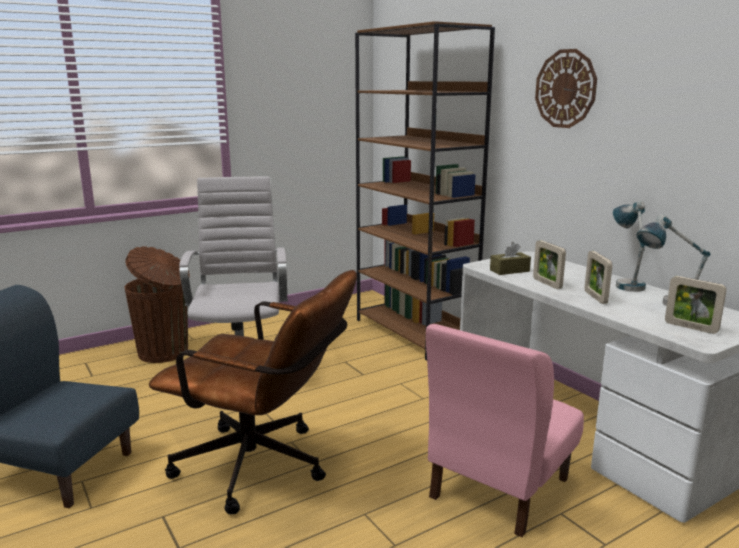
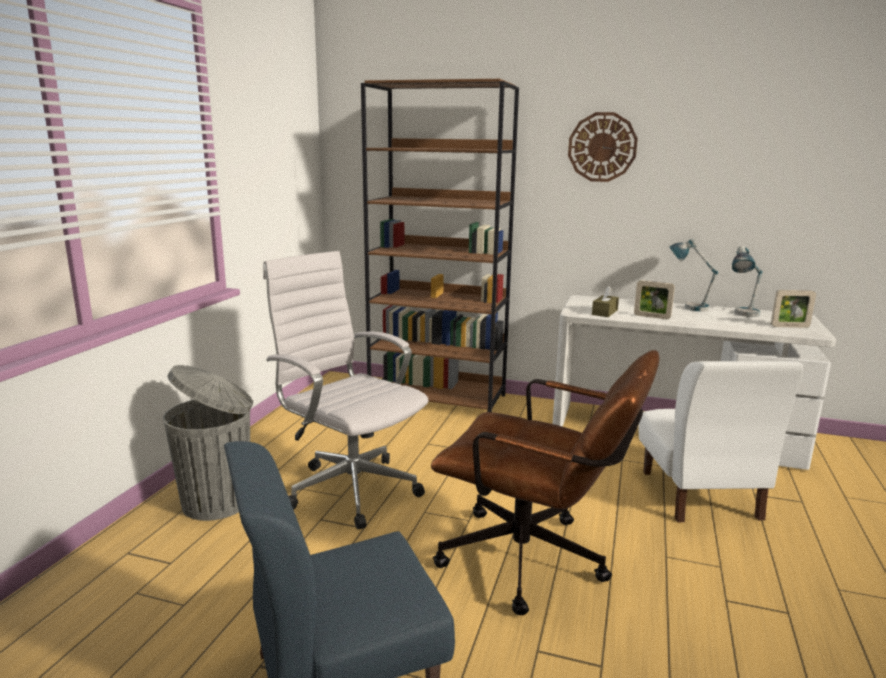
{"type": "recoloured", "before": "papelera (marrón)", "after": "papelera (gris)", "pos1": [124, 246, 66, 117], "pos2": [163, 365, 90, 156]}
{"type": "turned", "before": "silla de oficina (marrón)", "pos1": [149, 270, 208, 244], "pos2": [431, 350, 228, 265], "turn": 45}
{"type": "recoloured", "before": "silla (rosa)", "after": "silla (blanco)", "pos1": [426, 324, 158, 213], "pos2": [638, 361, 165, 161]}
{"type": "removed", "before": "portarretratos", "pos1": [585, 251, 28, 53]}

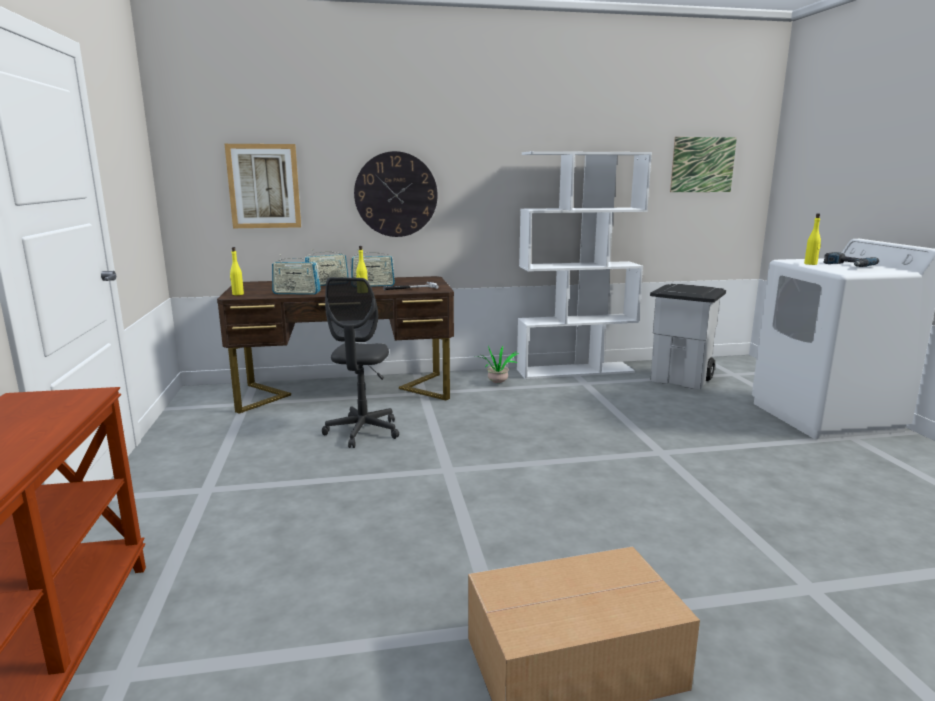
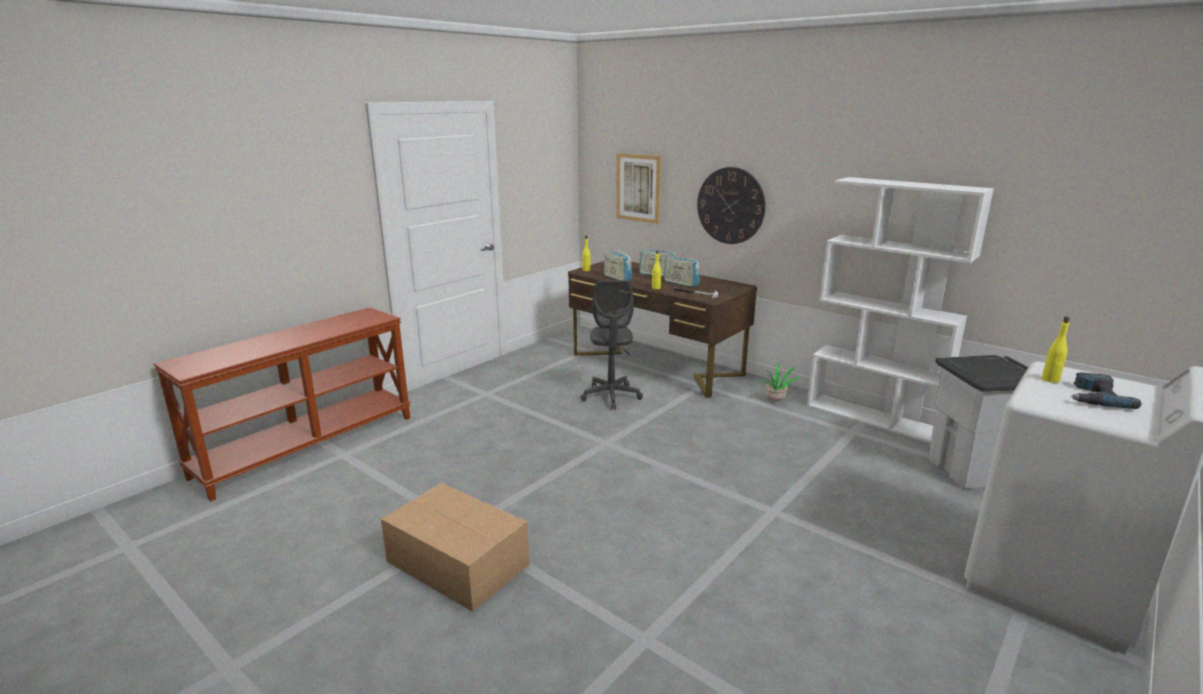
{"type": "turned", "before": "silla de oficina (gris)", "pos1": [322, 277, 77, 171], "pos2": [581, 280, 62, 130], "turn": -60}
{"type": "removed", "before": "cuadro", "pos1": [670, 137, 67, 55]}

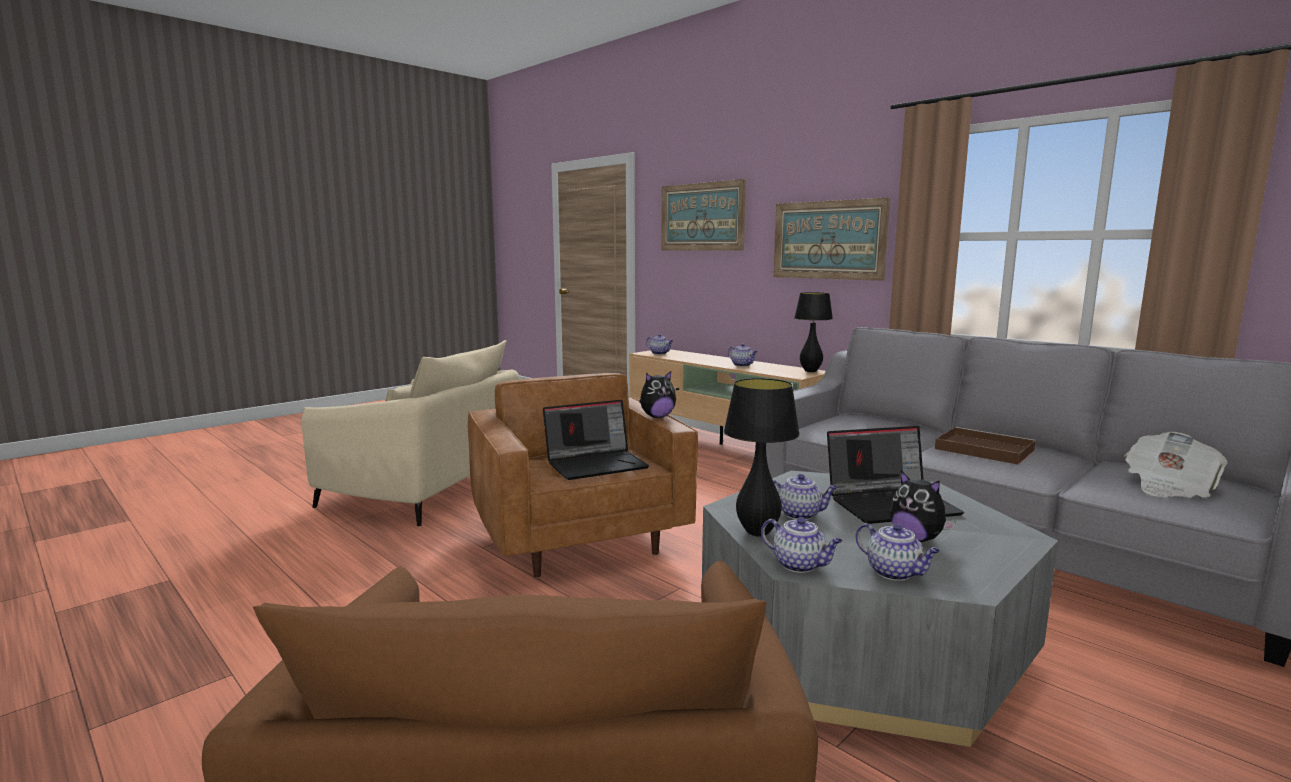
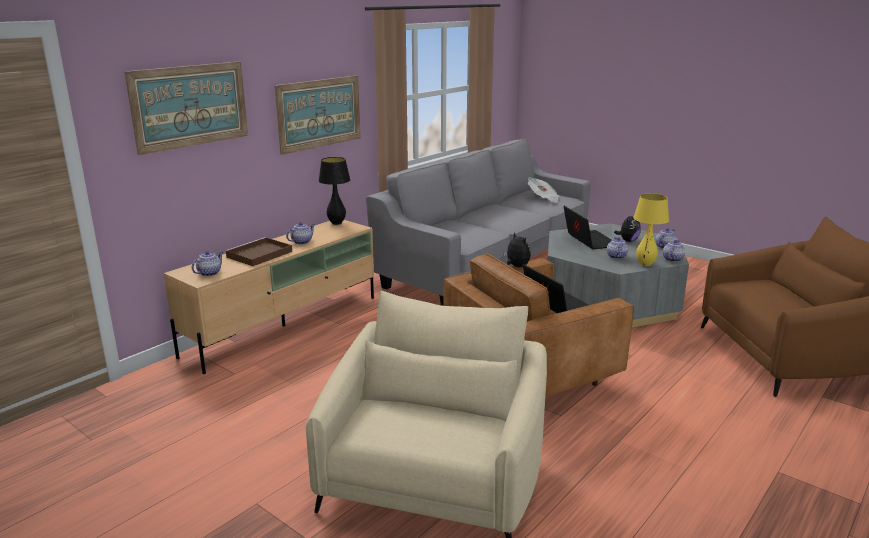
{"type": "moved", "before": "bandeja (marrón)", "pos1": [935, 427, 101, 38], "pos2": [225, 237, 67, 29]}
{"type": "recoloured", "before": "lámpara de mesa (negro)", "after": "lámpara de mesa (amarillo)", "pos1": [724, 378, 76, 158], "pos2": [633, 193, 36, 73]}

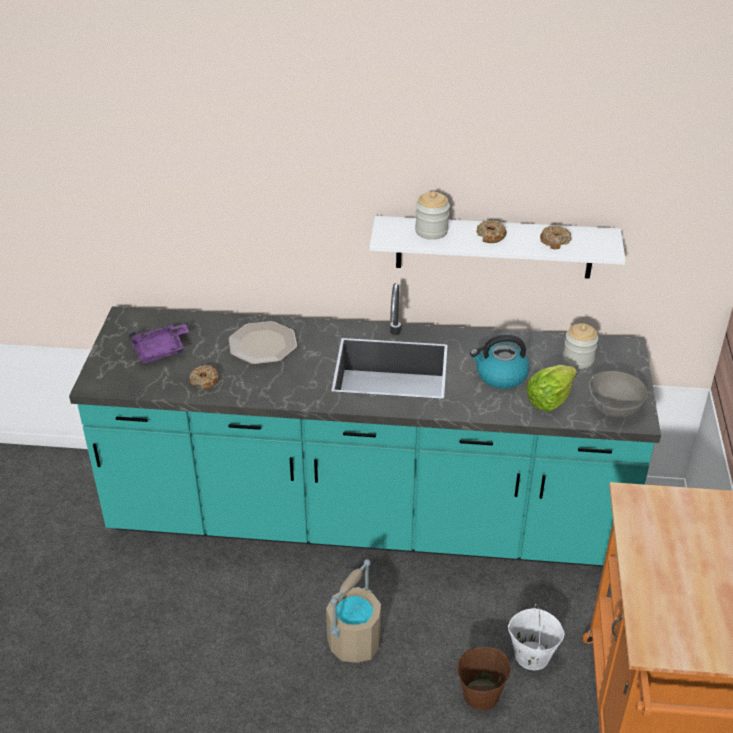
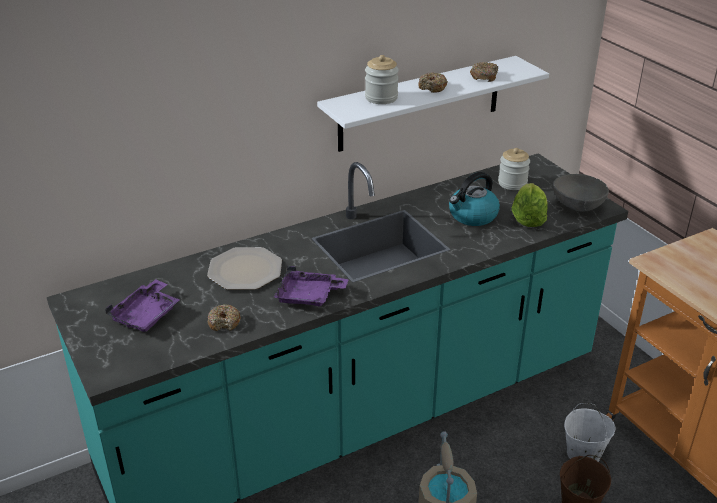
{"type": "added", "after": "bandeja (morado)", "pos2": [273, 266, 76, 41]}

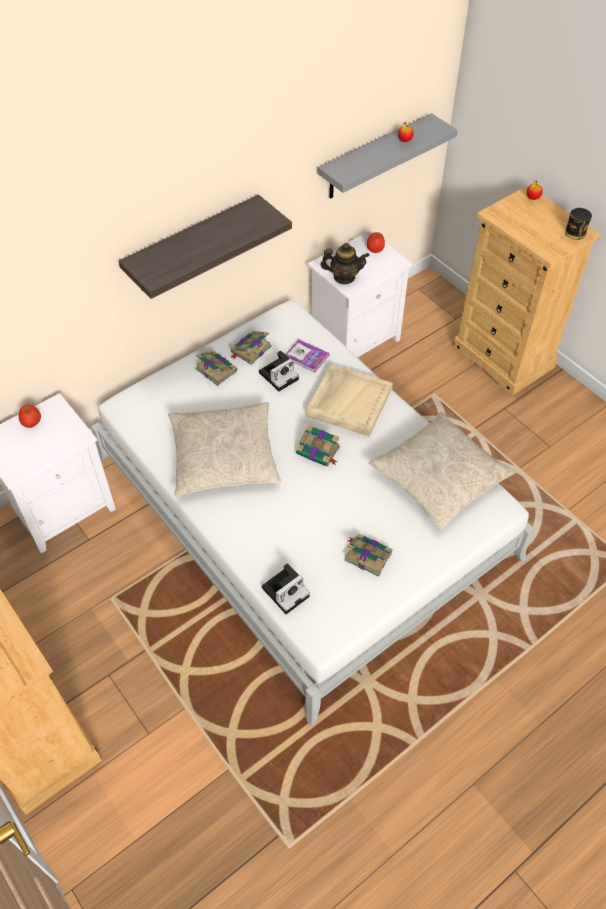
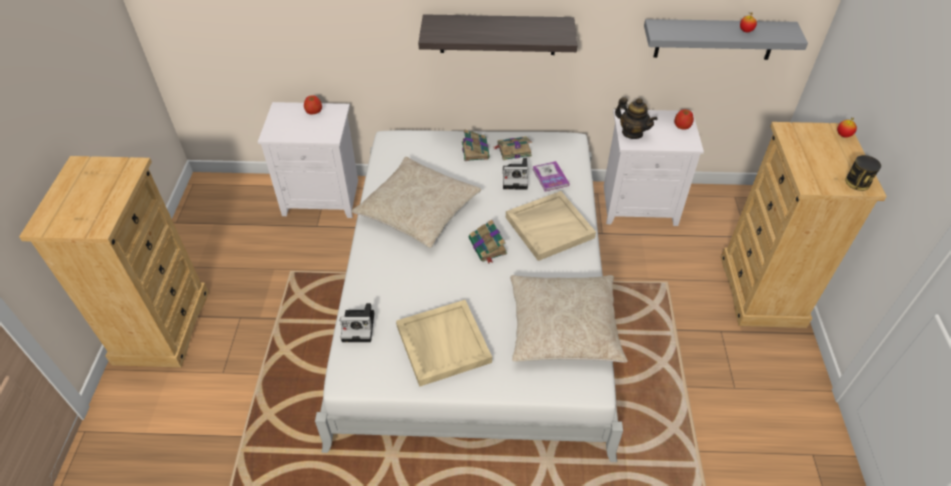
{"type": "replaced", "before": "libro", "after": "bandeja (beis)", "pos1": [344, 533, 49, 44], "pos2": [396, 300, 96, 87]}

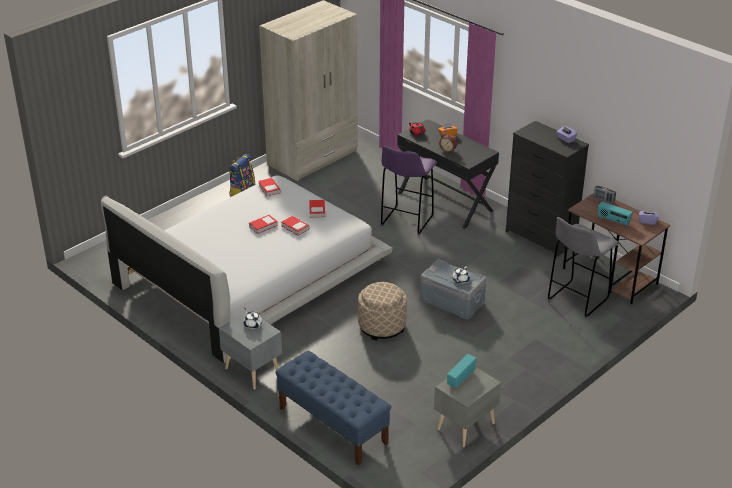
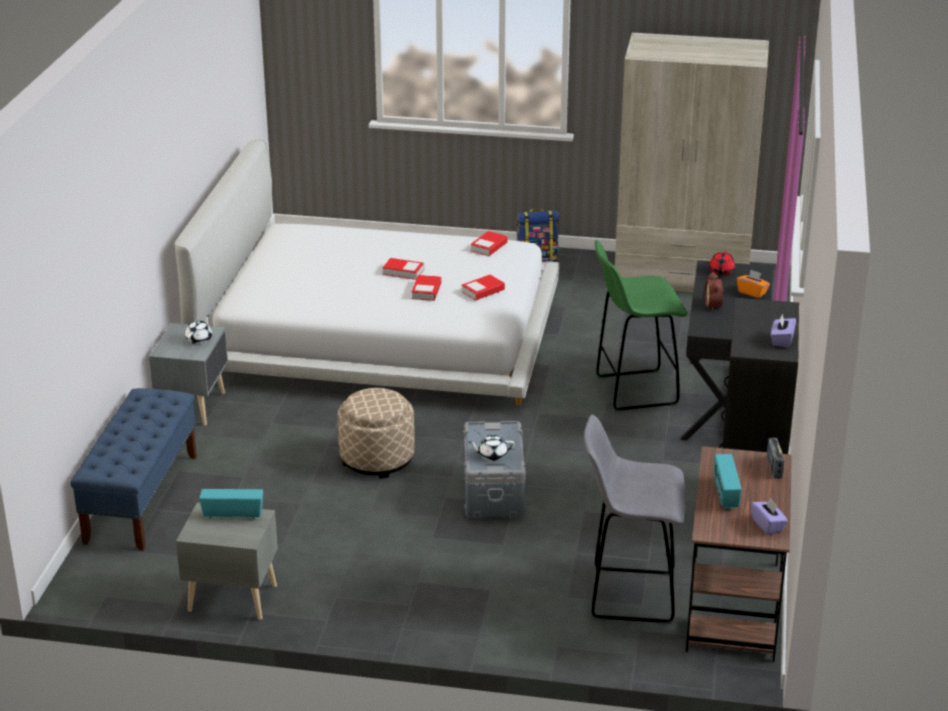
{"type": "recoloured", "before": "taburete (morado)", "after": "taburete (verde)", "pos1": [381, 146, 56, 89], "pos2": [595, 240, 92, 172]}

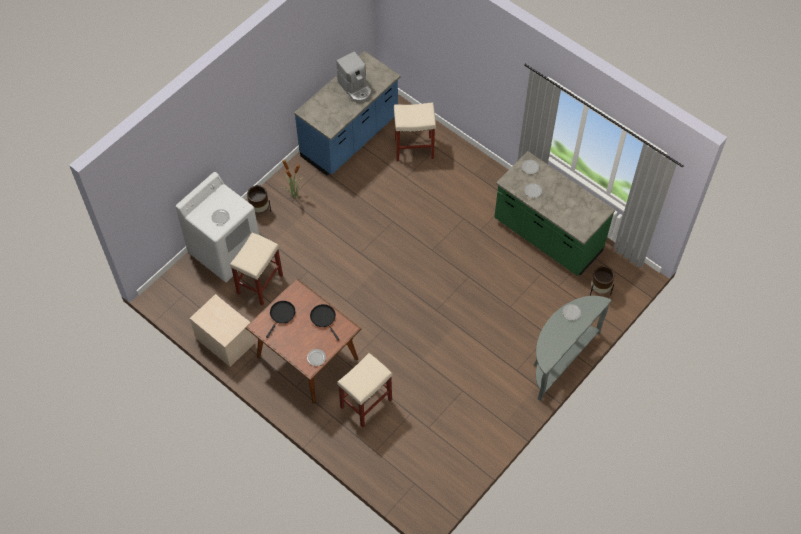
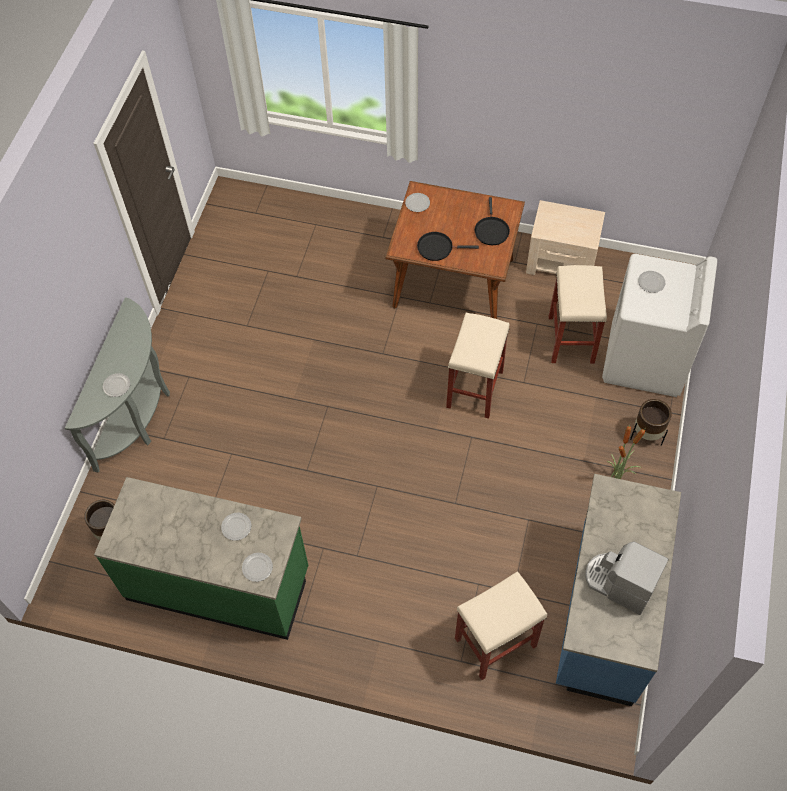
{"type": "turned", "before": "sartén (negro)", "pos1": [310, 304, 30, 37], "pos2": [417, 232, 62, 29], "turn": 150}
{"type": "moved", "before": "taburete (beis)", "pos1": [337, 353, 55, 75], "pos2": [446, 313, 63, 106]}

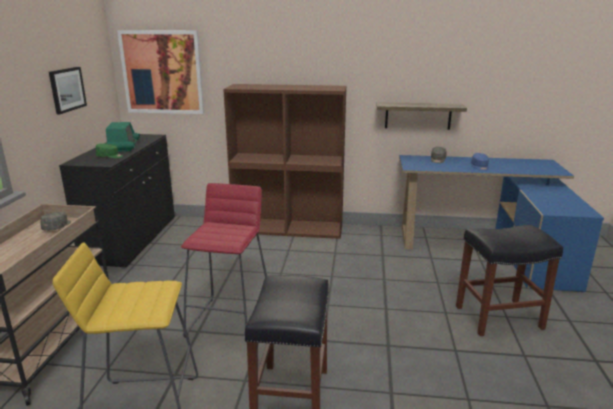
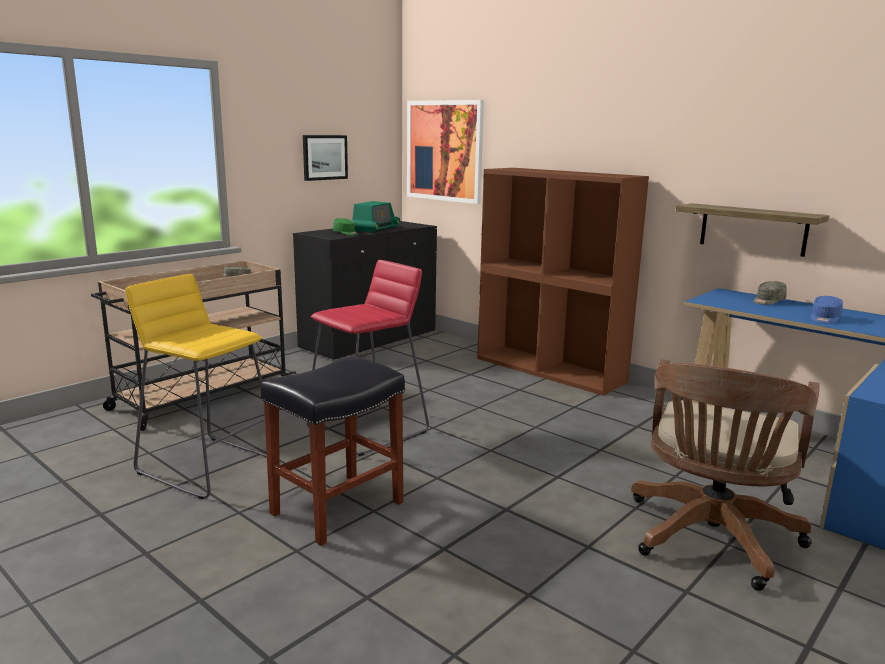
{"type": "replaced", "before": "taburete (negro)", "after": "silla de oficina (marrón)", "pos1": [456, 225, 107, 111], "pos2": [631, 359, 188, 232]}

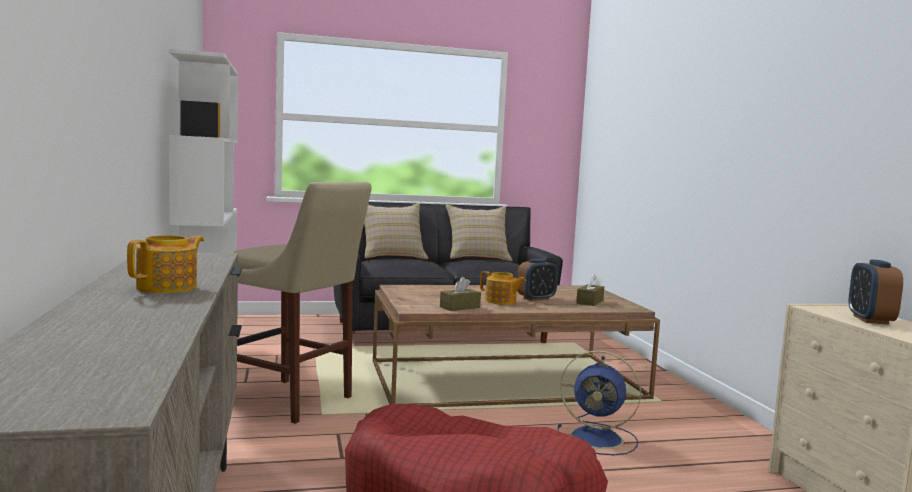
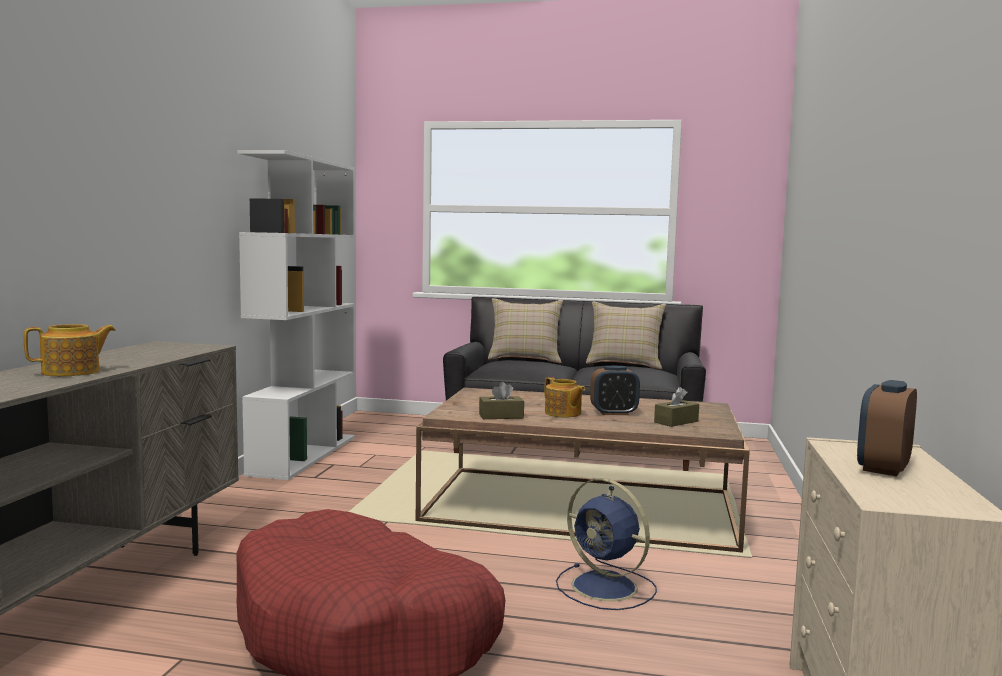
{"type": "removed", "before": "taburete (beis)", "pos1": [228, 182, 144, 242]}

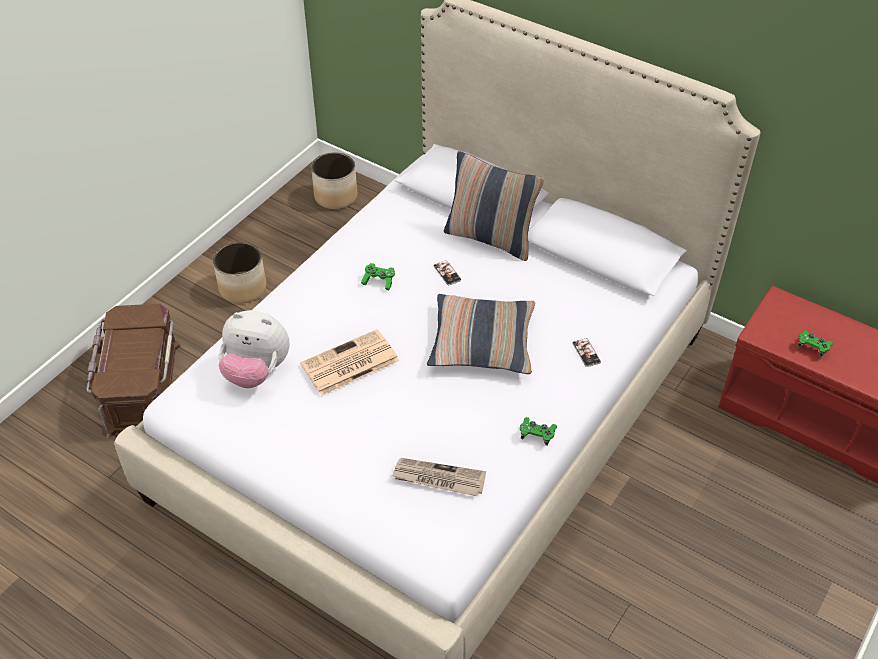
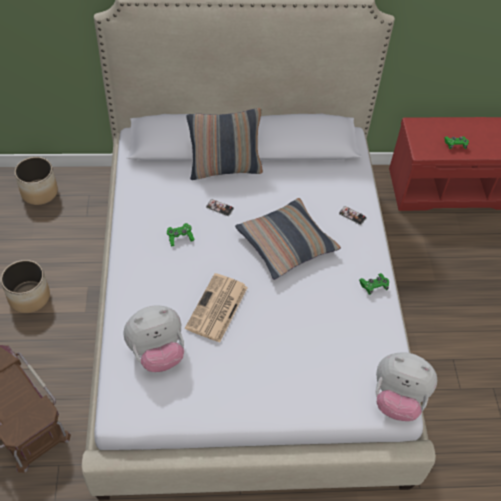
{"type": "added", "after": "peluche", "pos2": [375, 352, 62, 69]}
{"type": "removed", "before": "periódico", "pos1": [392, 458, 94, 38]}

